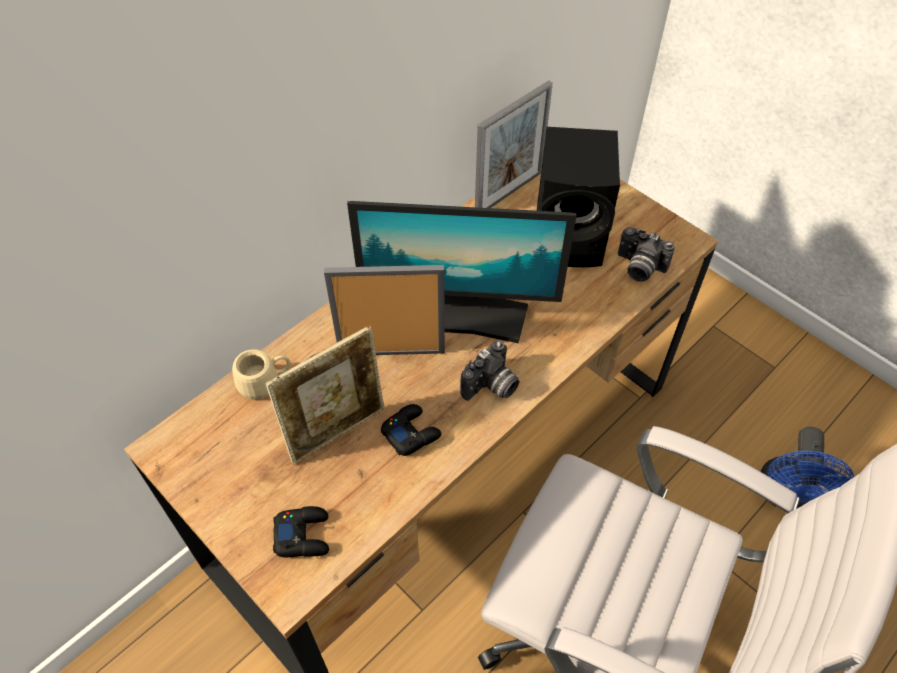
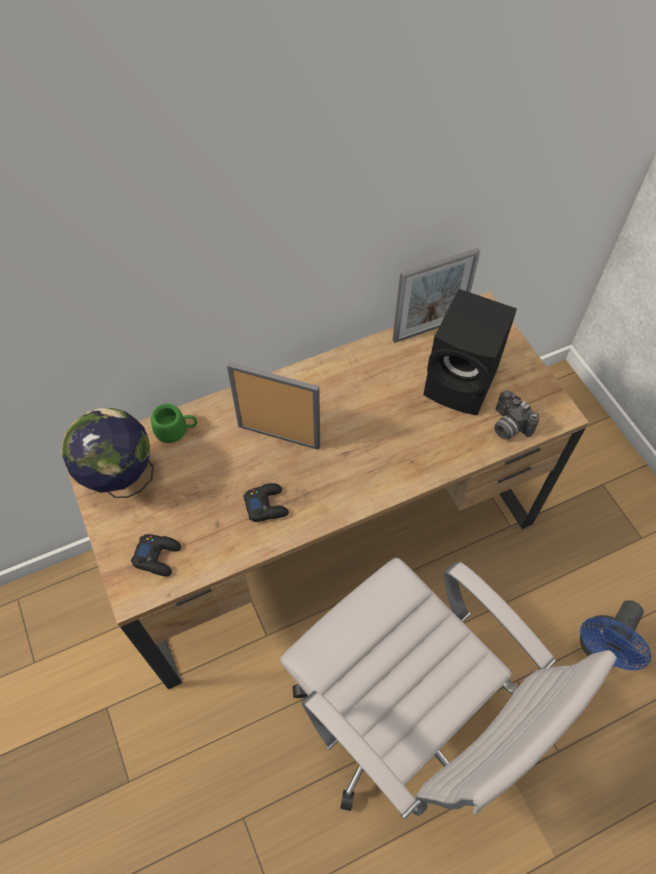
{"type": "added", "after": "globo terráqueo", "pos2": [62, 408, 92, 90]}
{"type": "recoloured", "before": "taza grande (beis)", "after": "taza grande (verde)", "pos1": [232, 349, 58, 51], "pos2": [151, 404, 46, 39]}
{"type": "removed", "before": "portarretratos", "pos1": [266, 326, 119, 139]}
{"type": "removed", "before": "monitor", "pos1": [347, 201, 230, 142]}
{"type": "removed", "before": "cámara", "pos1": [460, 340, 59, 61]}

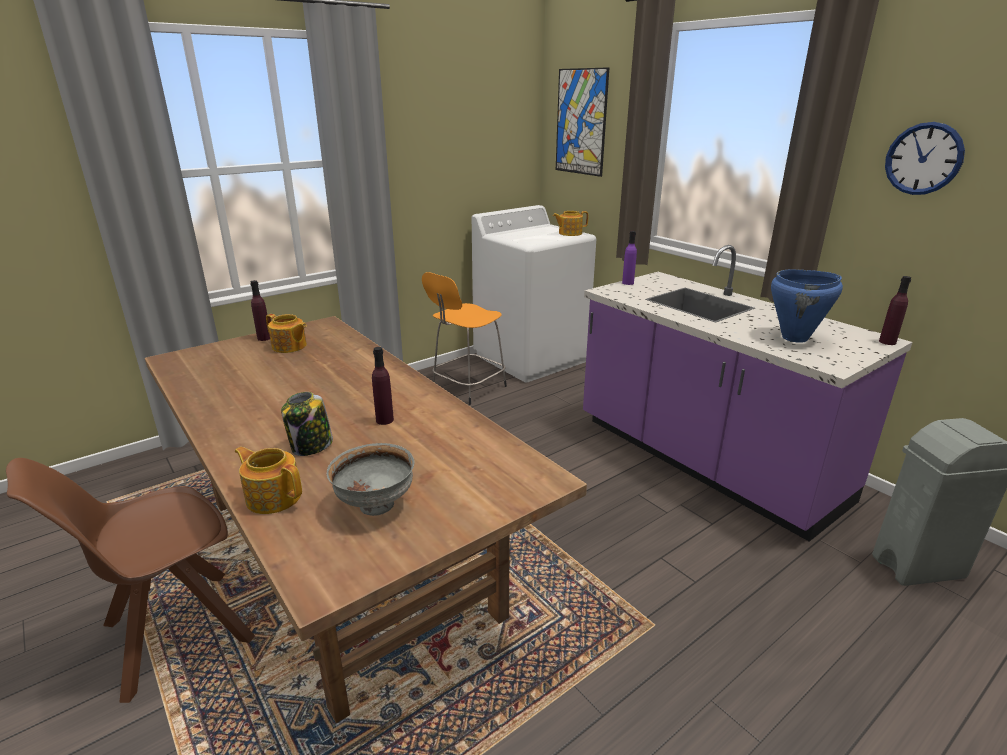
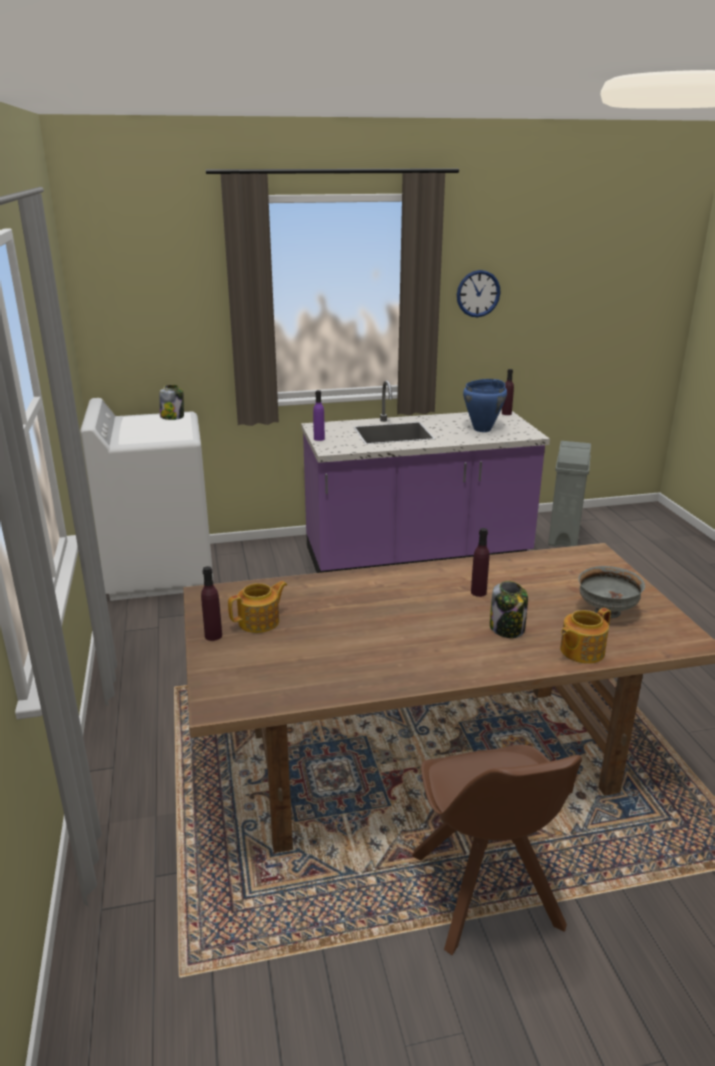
{"type": "replaced", "before": "tetera", "after": "tarro", "pos1": [553, 211, 35, 25], "pos2": [159, 385, 25, 35]}
{"type": "removed", "before": "taburete (naranja)", "pos1": [422, 272, 85, 133]}
{"type": "removed", "before": "cuadro", "pos1": [556, 67, 53, 110]}

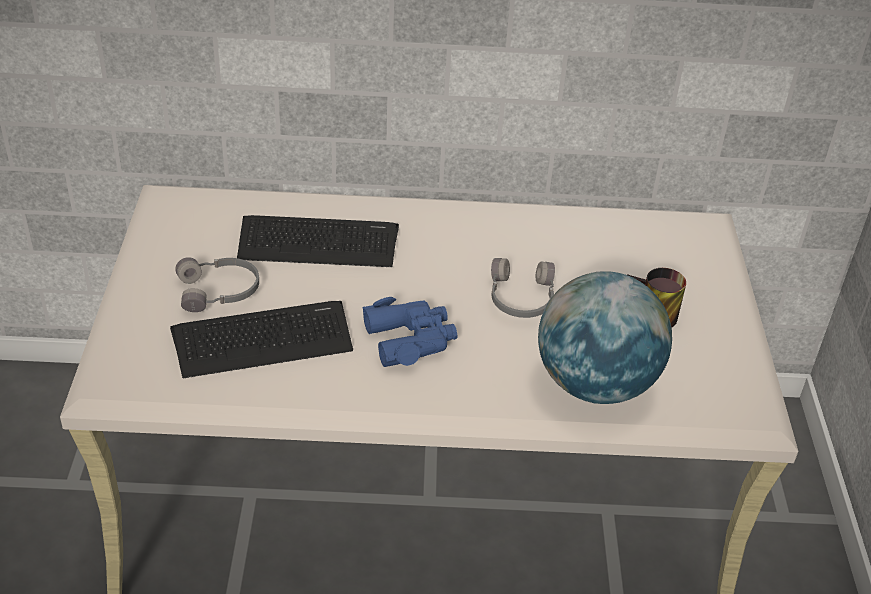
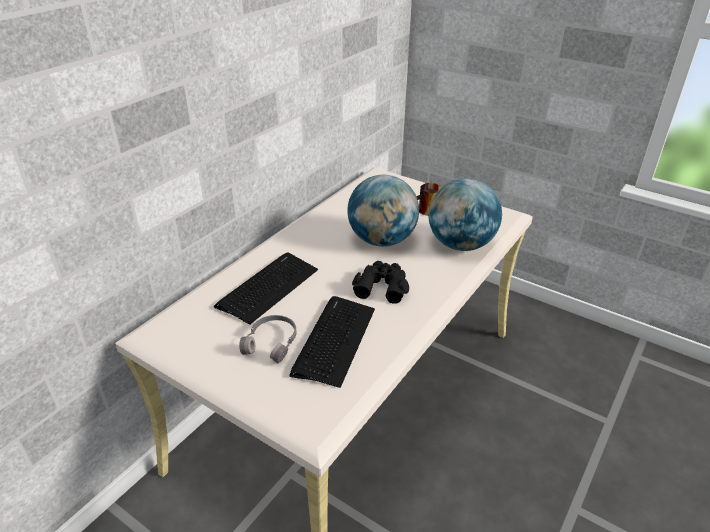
{"type": "replaced", "before": "auriculares (gris)", "after": "globo terráqueo", "pos1": [491, 258, 64, 60], "pos2": [347, 175, 72, 72]}
{"type": "recoloured", "before": "prismáticos (azul)", "after": "prismáticos (negro)", "pos1": [362, 297, 96, 70], "pos2": [352, 261, 57, 43]}

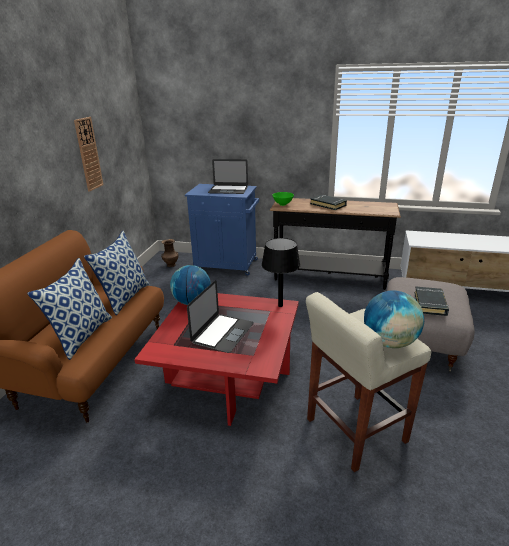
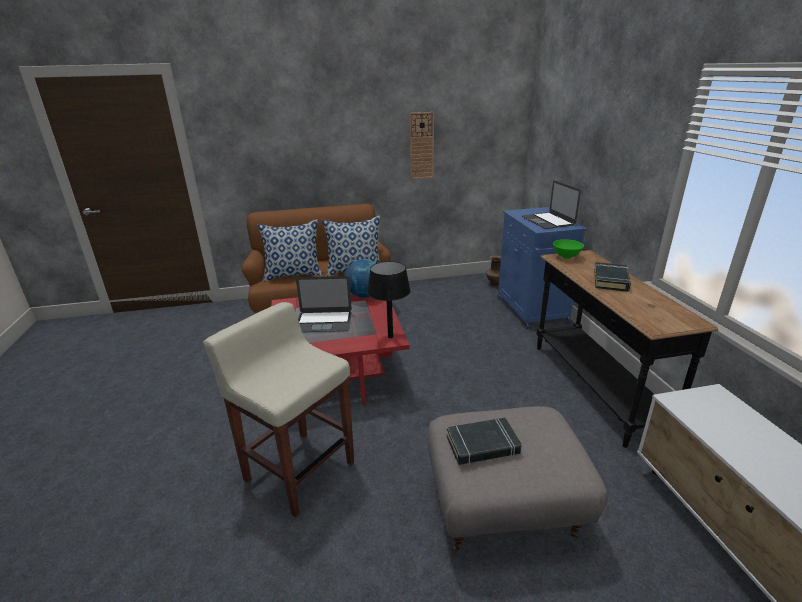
{"type": "removed", "before": "globo terráqueo", "pos1": [364, 290, 60, 58]}

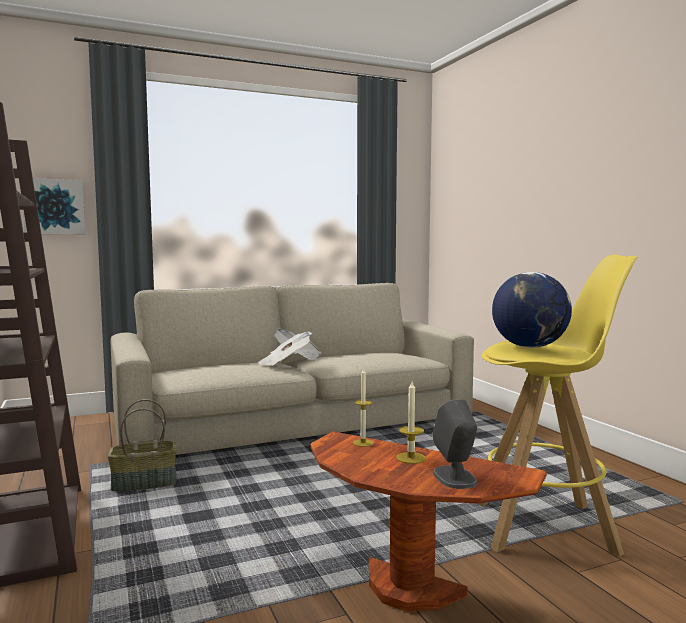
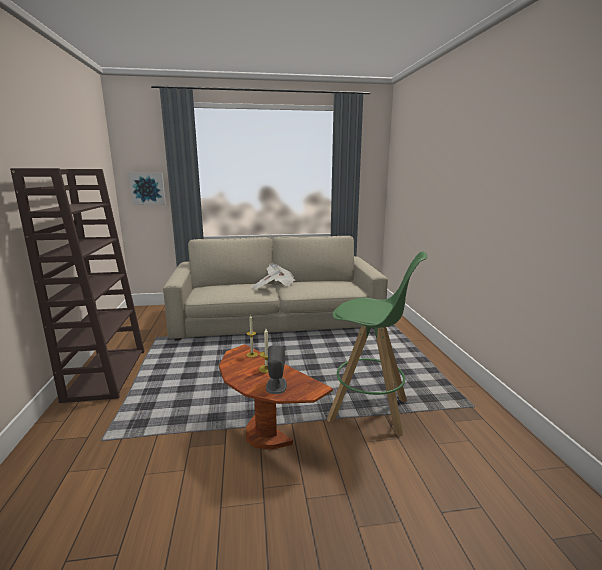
{"type": "recoloured", "before": "taburete (amarillo)", "after": "taburete (verde)", "pos1": [475, 255, 163, 302], "pos2": [327, 252, 100, 185]}
{"type": "removed", "before": "cesta", "pos1": [108, 399, 69, 93]}
{"type": "removed", "before": "globo terráqueo", "pos1": [492, 272, 80, 76]}

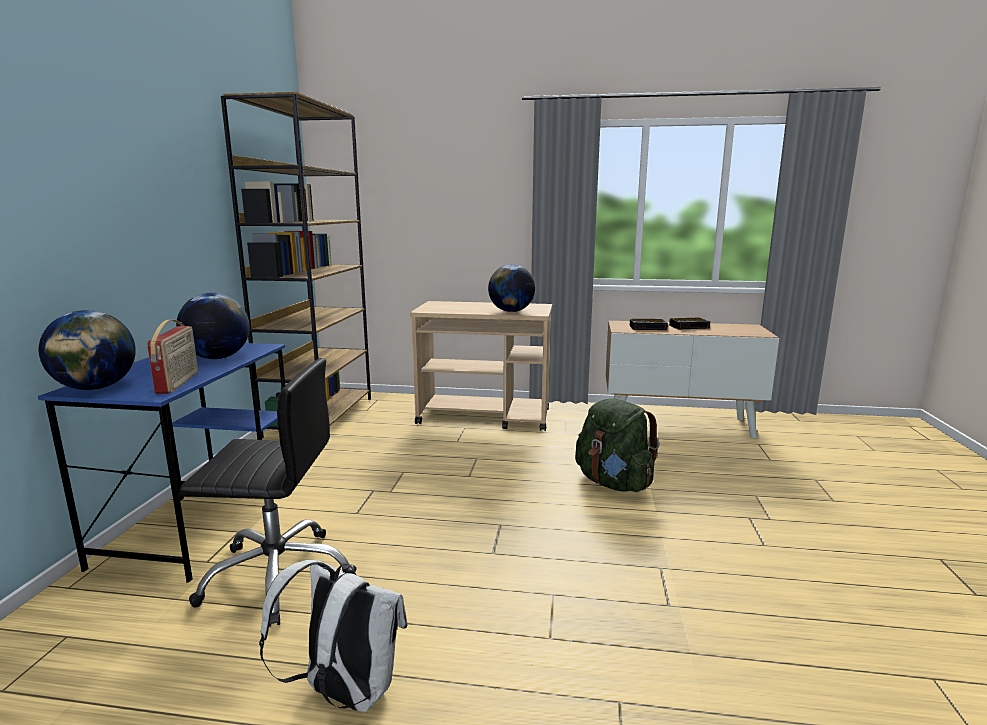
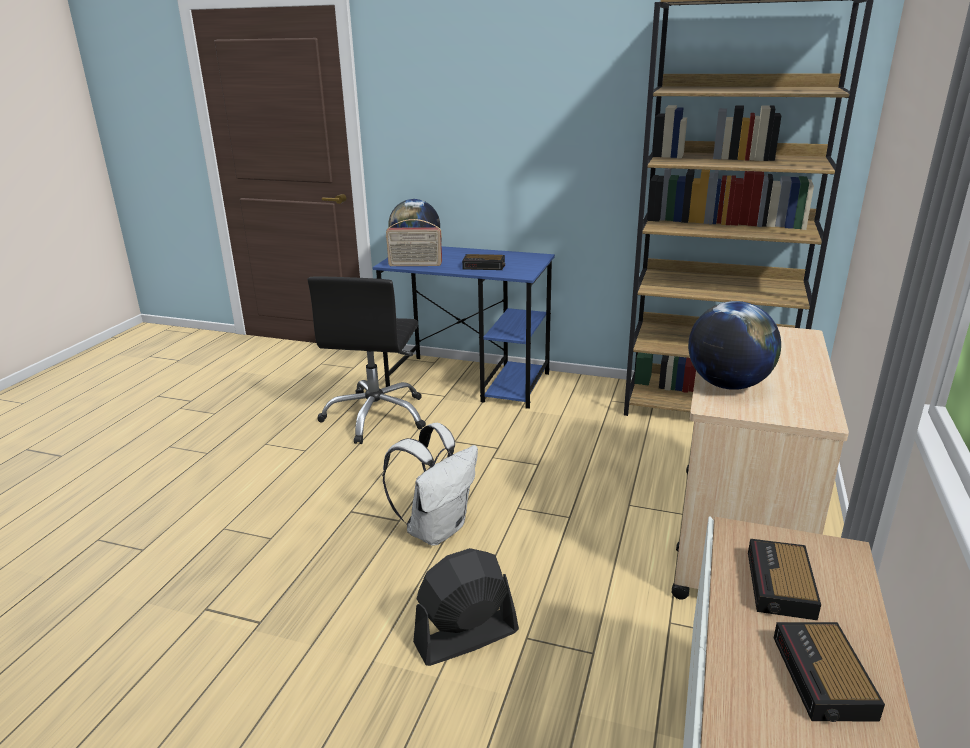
{"type": "moved", "before": "mochila (blanco)", "pos1": [259, 559, 148, 154], "pos2": [382, 423, 96, 123]}
{"type": "replaced", "before": "mochila (verde)", "after": "ventilador (negro)", "pos1": [575, 398, 84, 94], "pos2": [413, 548, 106, 118]}
{"type": "replaced", "before": "globo terráqueo", "after": "despertador", "pos1": [176, 293, 74, 66], "pos2": [462, 254, 43, 16]}

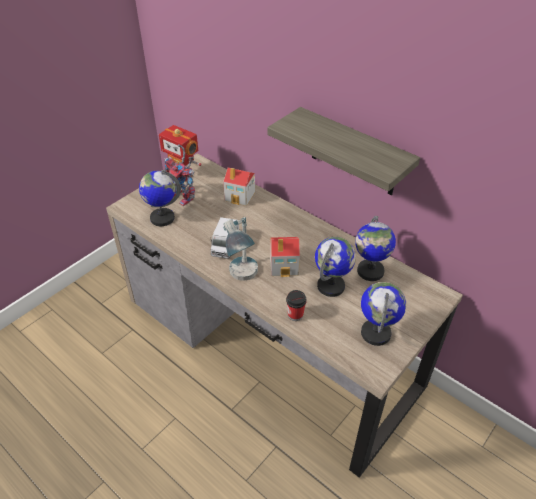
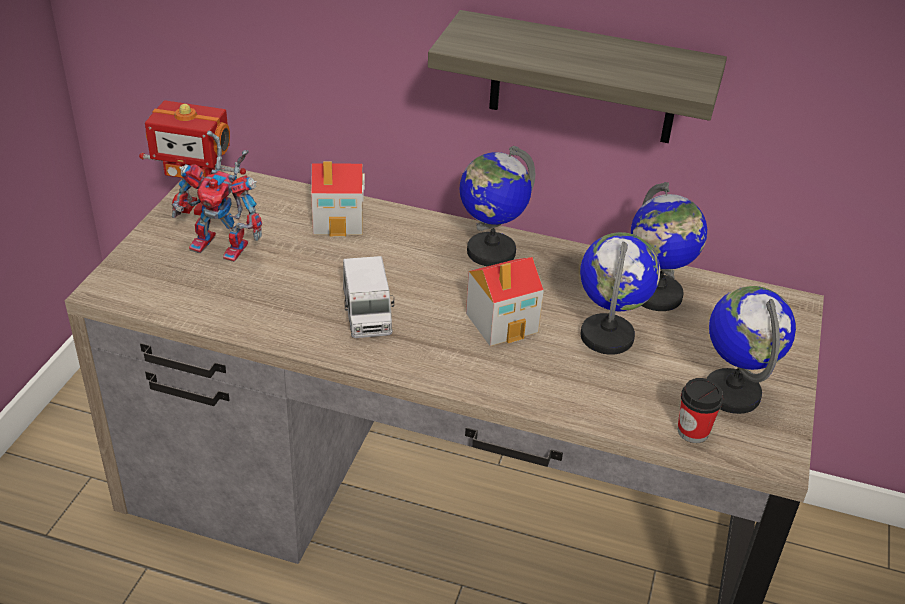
{"type": "moved", "before": "globo terráqueo", "pos1": [139, 170, 42, 56], "pos2": [459, 146, 76, 120]}
{"type": "moved", "before": "taza", "pos1": [286, 290, 21, 31], "pos2": [678, 378, 45, 65]}
{"type": "removed", "before": "lámpara de mesa", "pos1": [223, 217, 35, 64]}

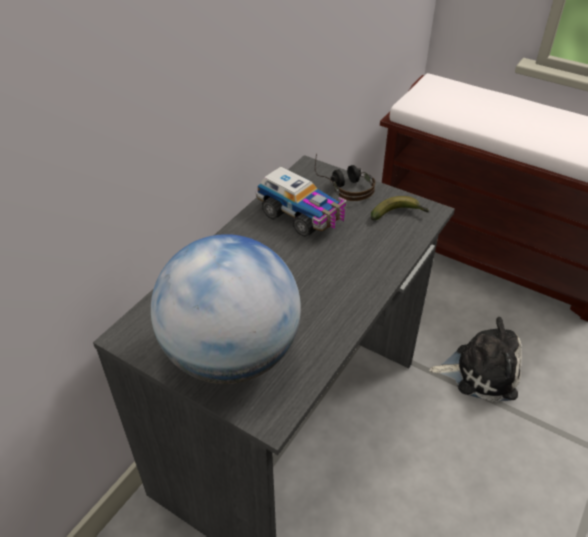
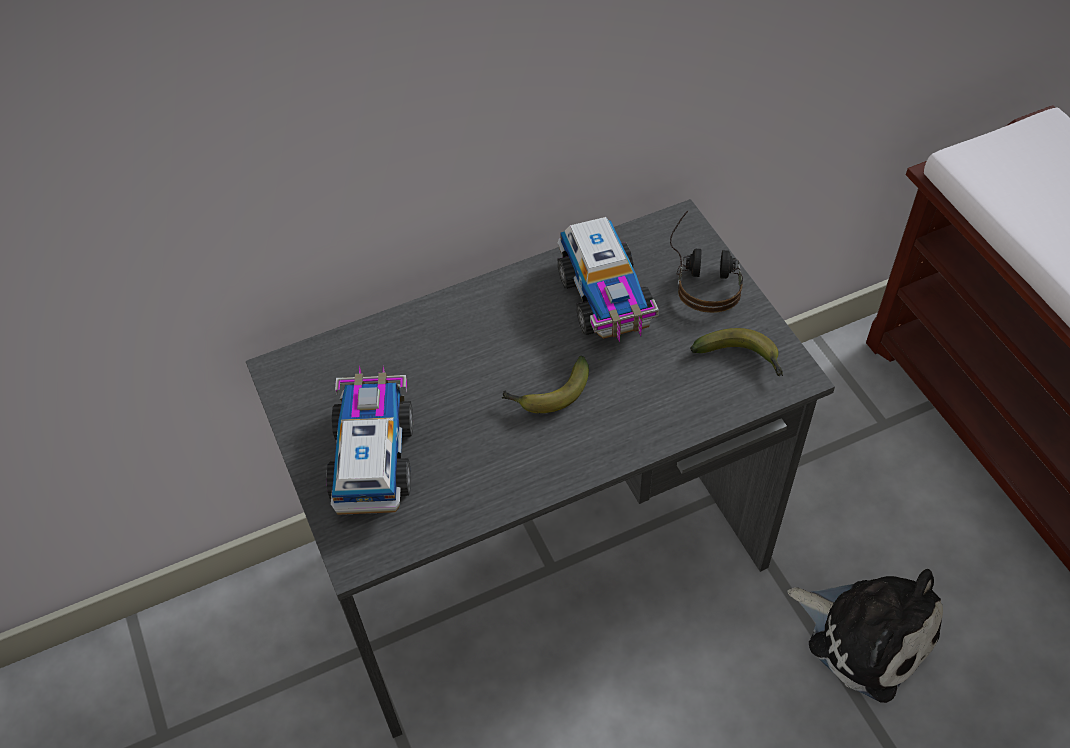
{"type": "replaced", "before": "globo terráqueo", "after": "camión de juguete", "pos1": [151, 234, 150, 150], "pos2": [326, 366, 87, 149]}
{"type": "added", "after": "plátano", "pos2": [502, 356, 87, 57]}

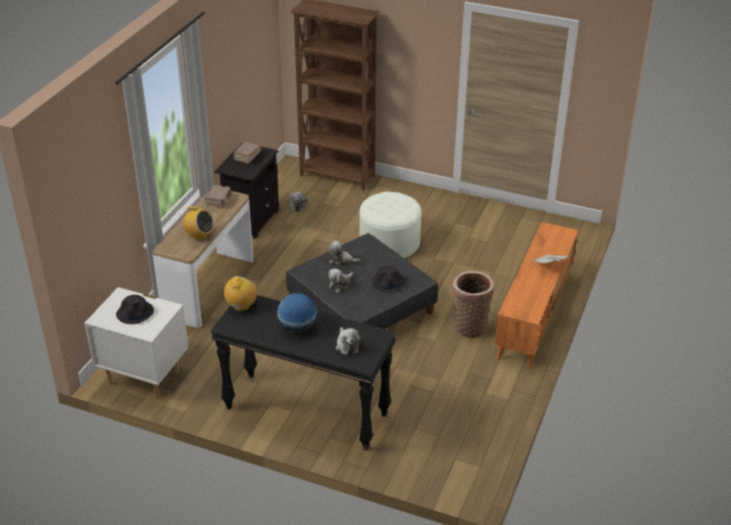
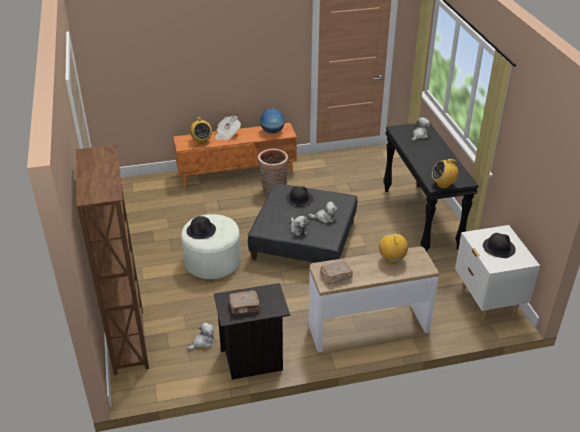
{"type": "added", "after": "sombrero (negro)", "pos2": [187, 216, 29, 23]}
{"type": "added", "after": "radio", "pos2": [190, 117, 22, 27]}
{"type": "moved", "before": "globo terráqueo", "pos1": [277, 293, 40, 39], "pos2": [260, 109, 25, 25]}

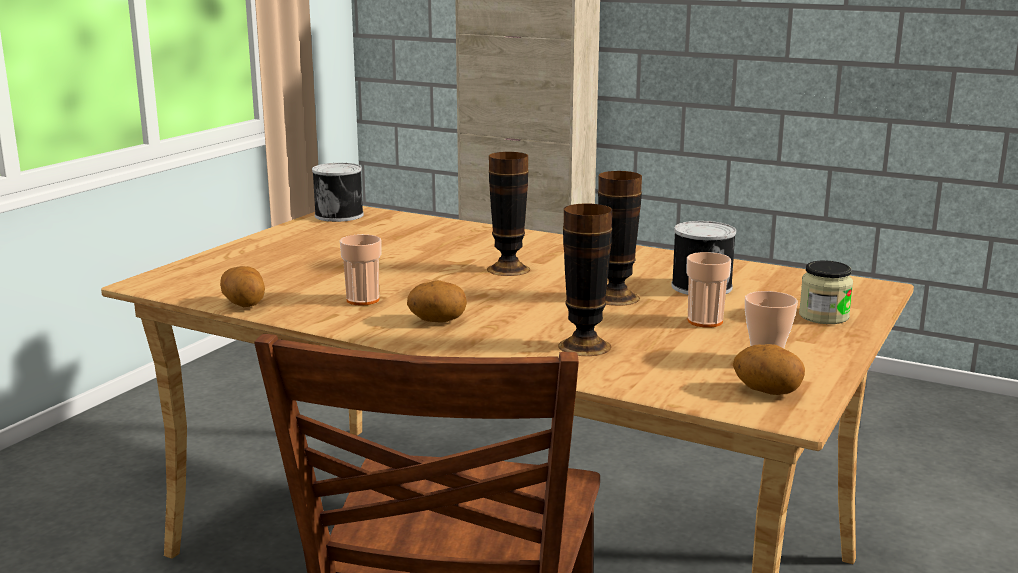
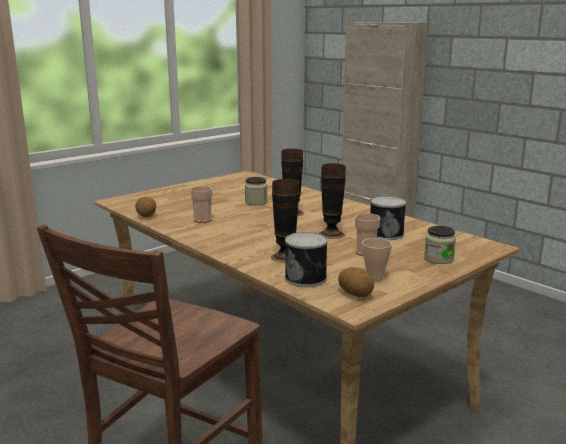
{"type": "added", "after": "tarro", "pos2": [245, 177, 22, 28]}
{"type": "moved", "before": "lata", "pos1": [312, 163, 52, 59], "pos2": [285, 232, 43, 55]}
{"type": "removed", "before": "patata", "pos1": [407, 280, 60, 43]}

